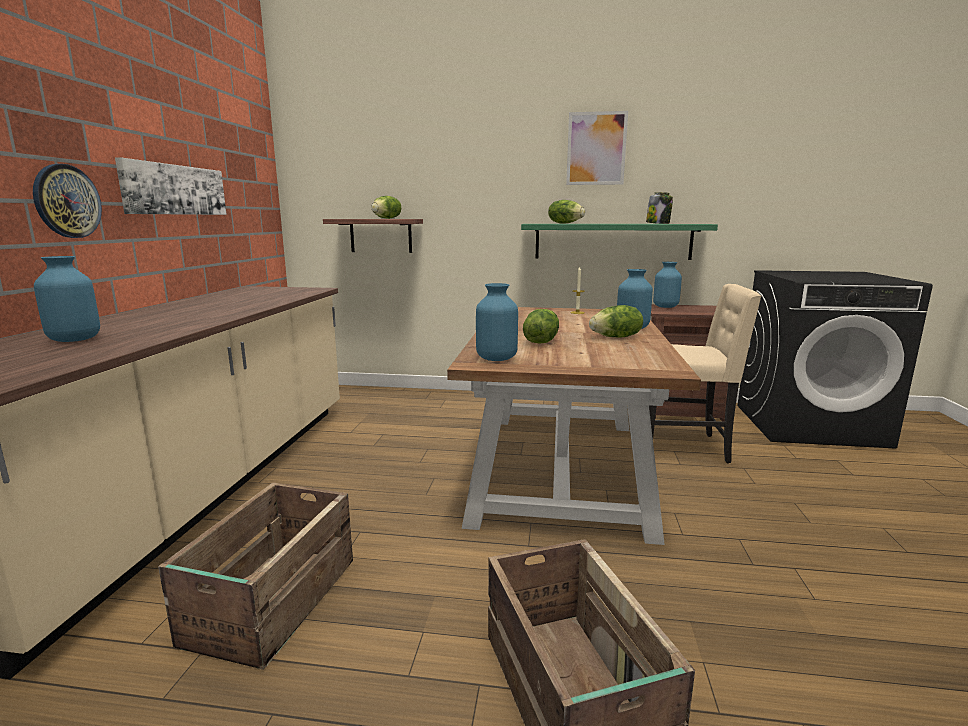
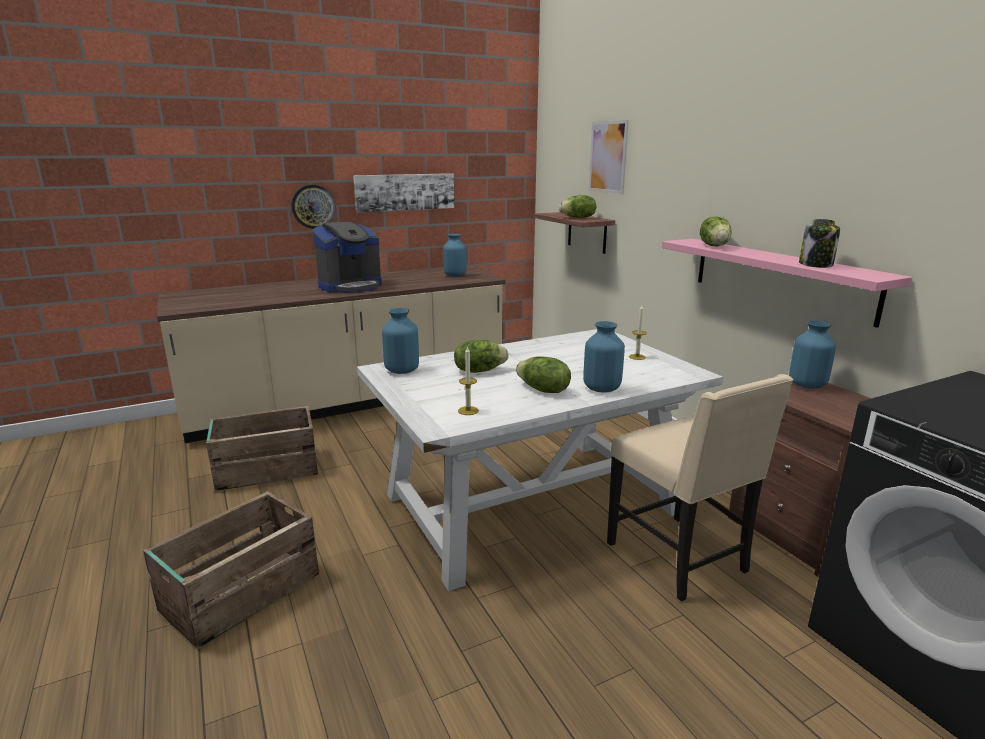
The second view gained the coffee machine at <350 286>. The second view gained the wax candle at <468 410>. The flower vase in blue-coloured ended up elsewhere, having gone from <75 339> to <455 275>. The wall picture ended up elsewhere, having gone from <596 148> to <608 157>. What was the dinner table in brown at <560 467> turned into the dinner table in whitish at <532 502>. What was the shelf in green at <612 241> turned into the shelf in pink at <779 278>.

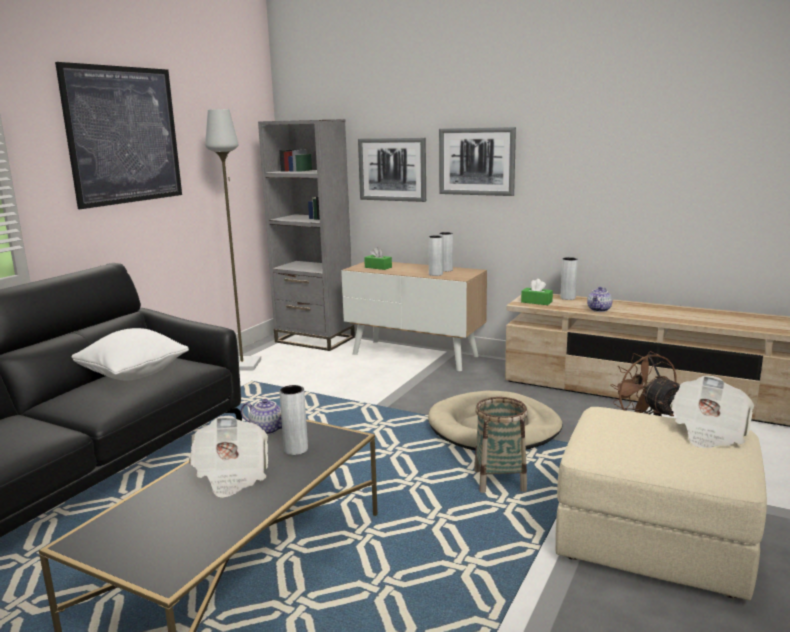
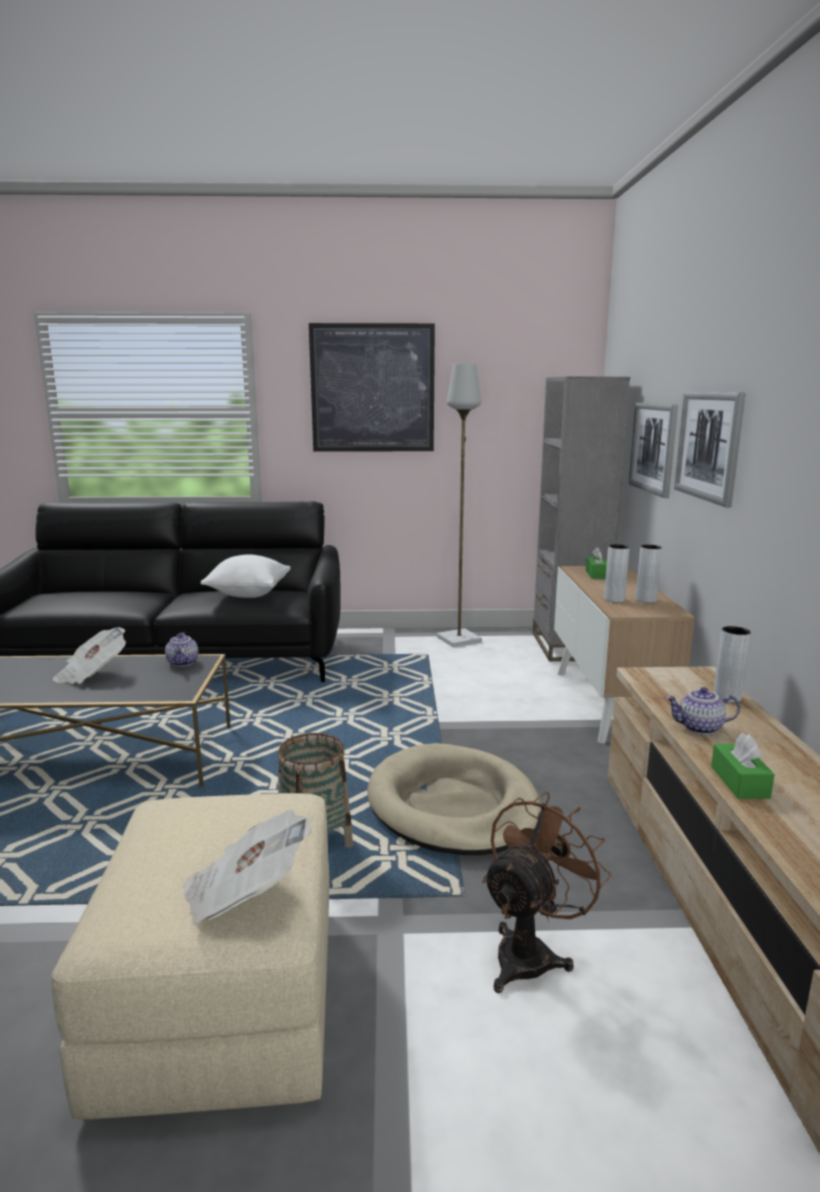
The second view lost the flower vase in gray at <296 449>. The tissue holder in green ended up elsewhere, having gone from <536 302> to <739 782>.

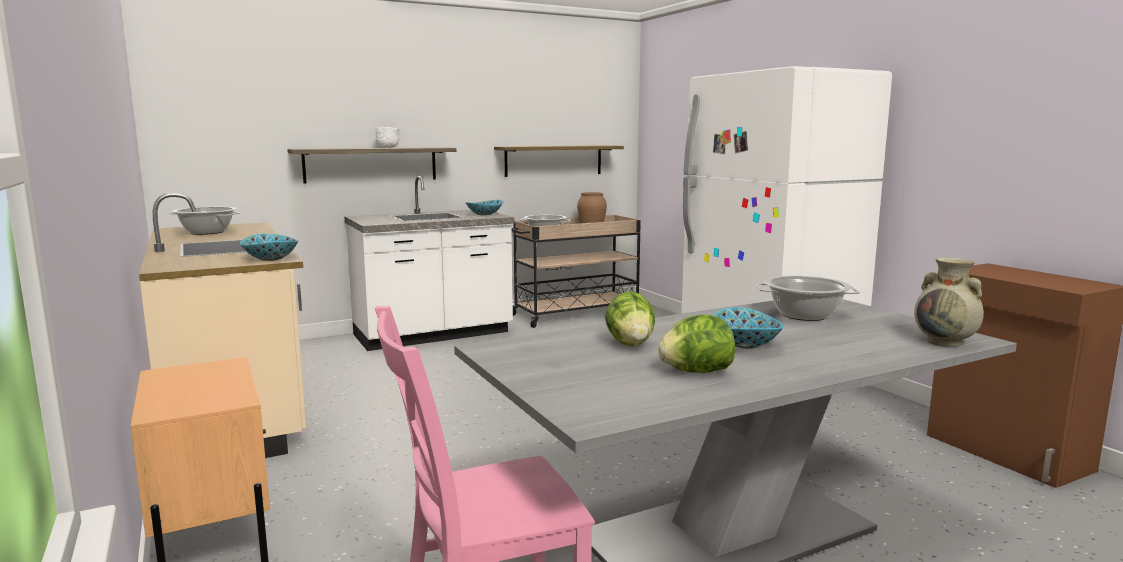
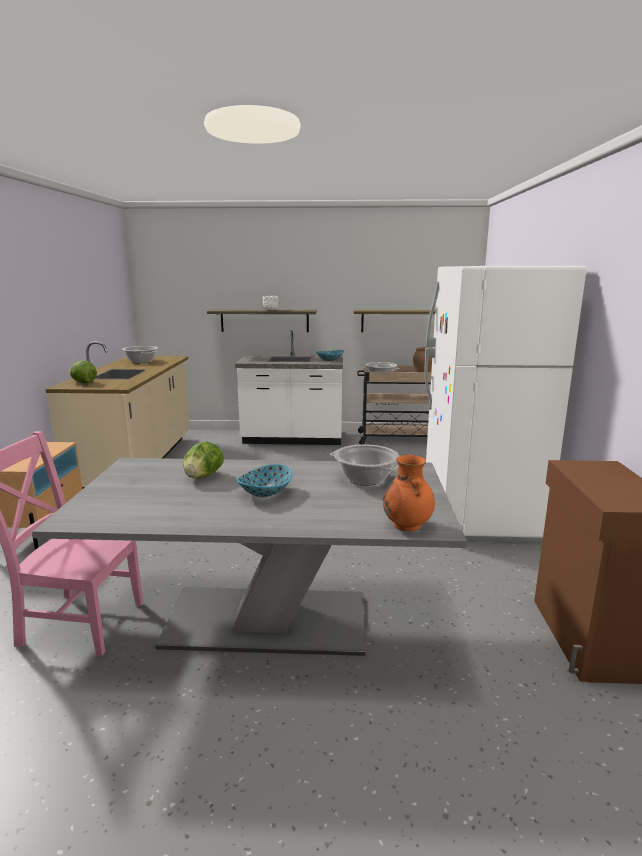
The second view lost the serving bowl at <271 258>. The head of lettuce ended up elsewhere, having gone from <696 372> to <84 383>. What was the flower vase in beige-coloured at <945 342> turned into the flower vase in orangey at <407 525>.

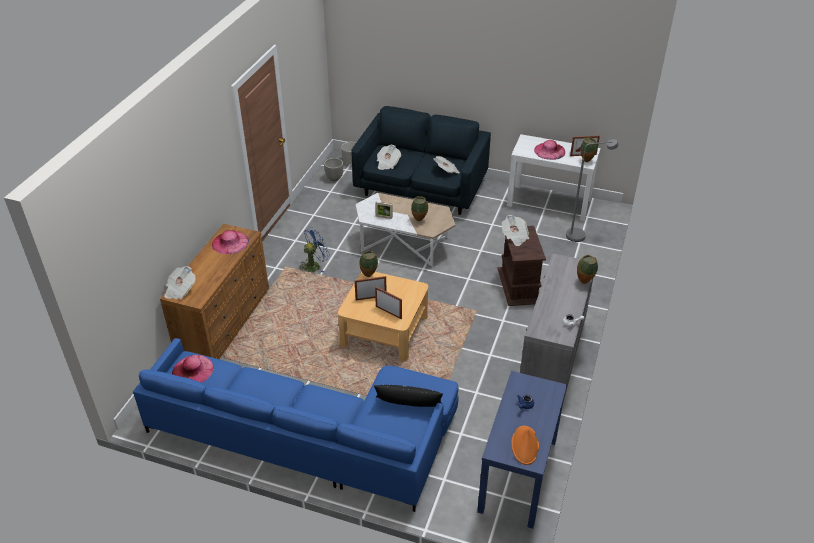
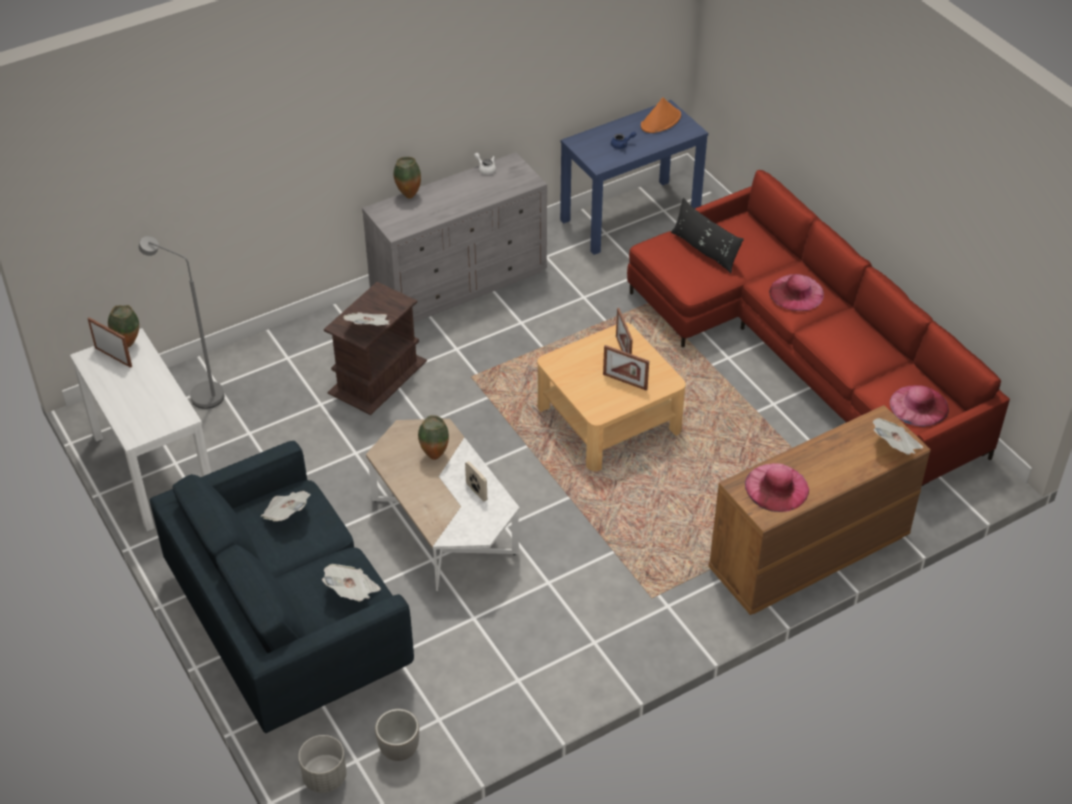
The second view lost the cooling fan in blue-coloured at <314 265>. The second view lost the flower vase at <369 275>. The wearable hat in pink ended up elsewhere, having gone from <549 151> to <796 293>. What was the settee in blue-coloured at <310 437> turned into the settee in red at <803 352>.

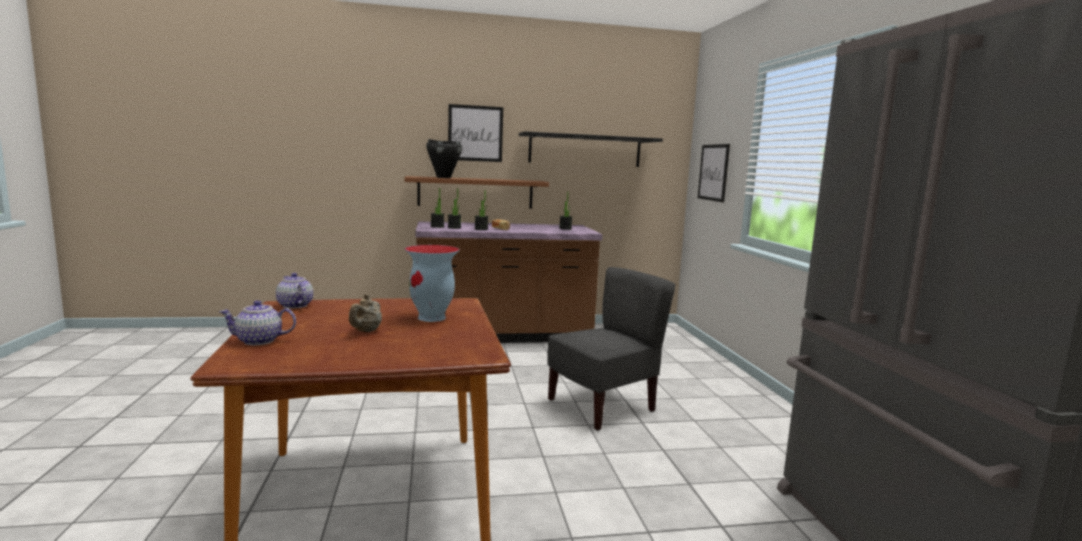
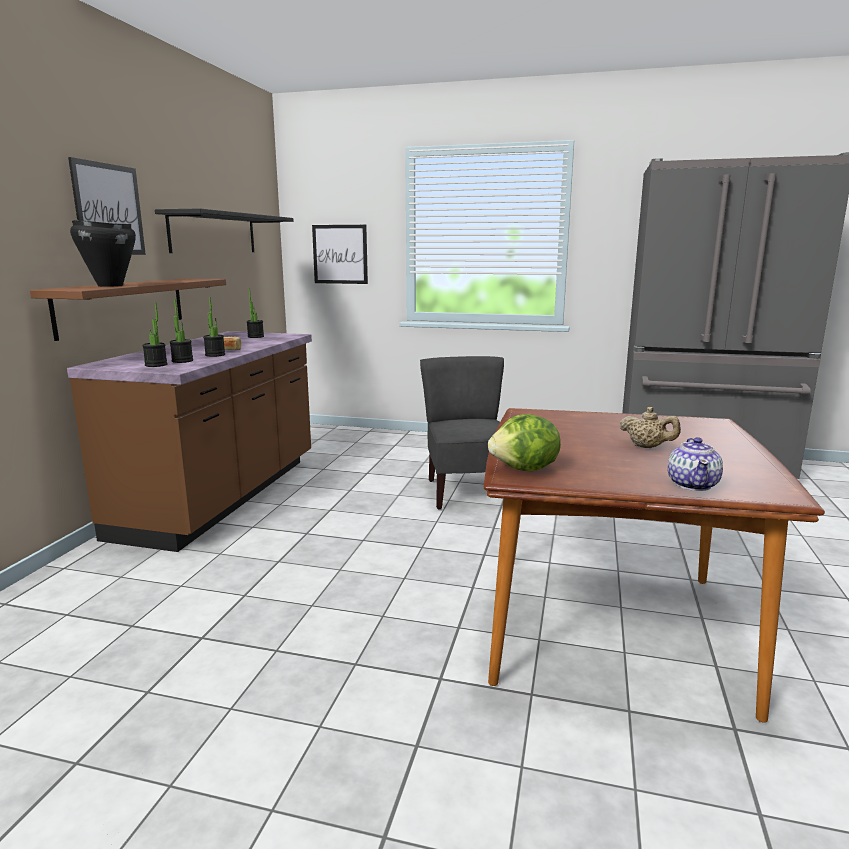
The second view lost the flower vase at <432 318>. Where the tea pot stood at <294 305>, the head of lettuce came to stand at <525 470>.

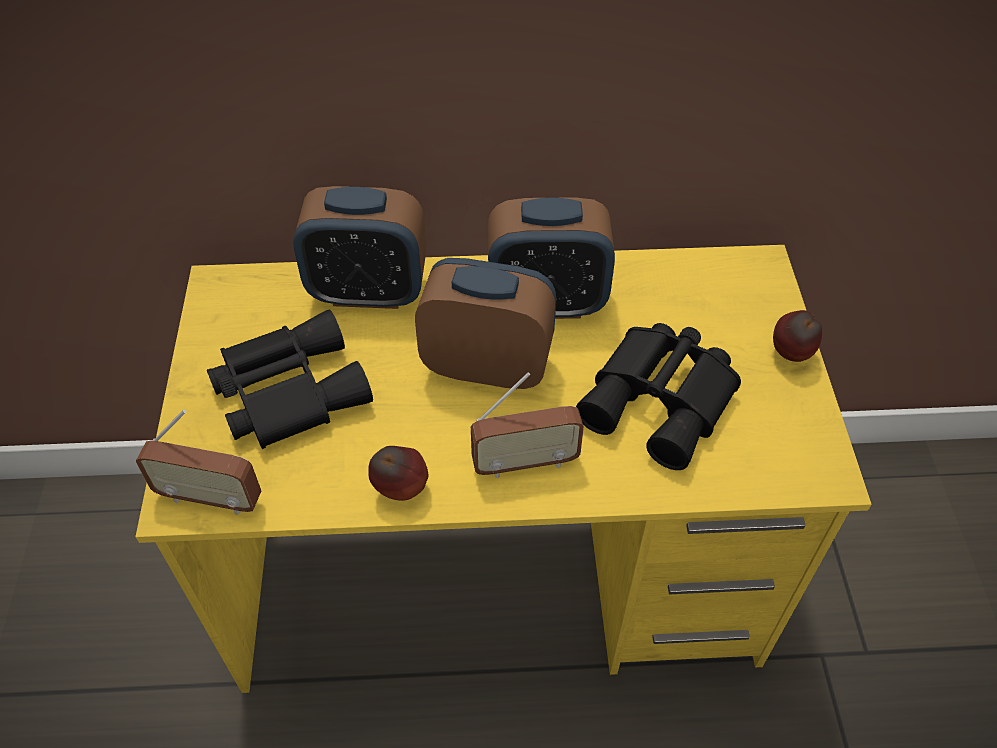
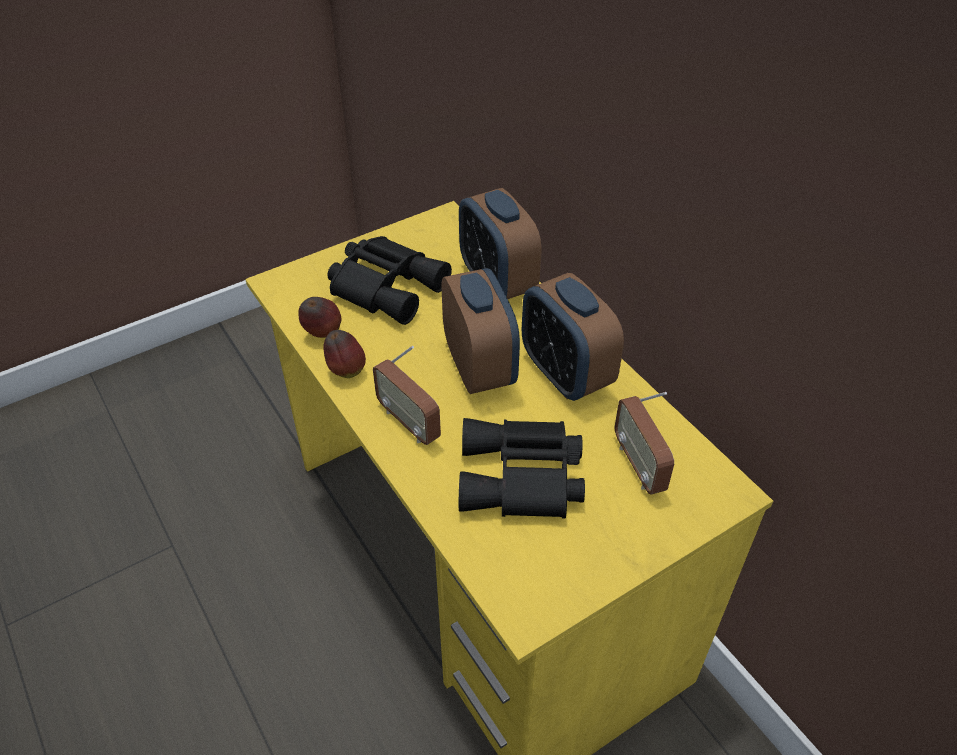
The radio set ended up elsewhere, having gone from <210 498> to <639 465>. The apple fruit ended up elsewhere, having gone from <790 355> to <323 334>.

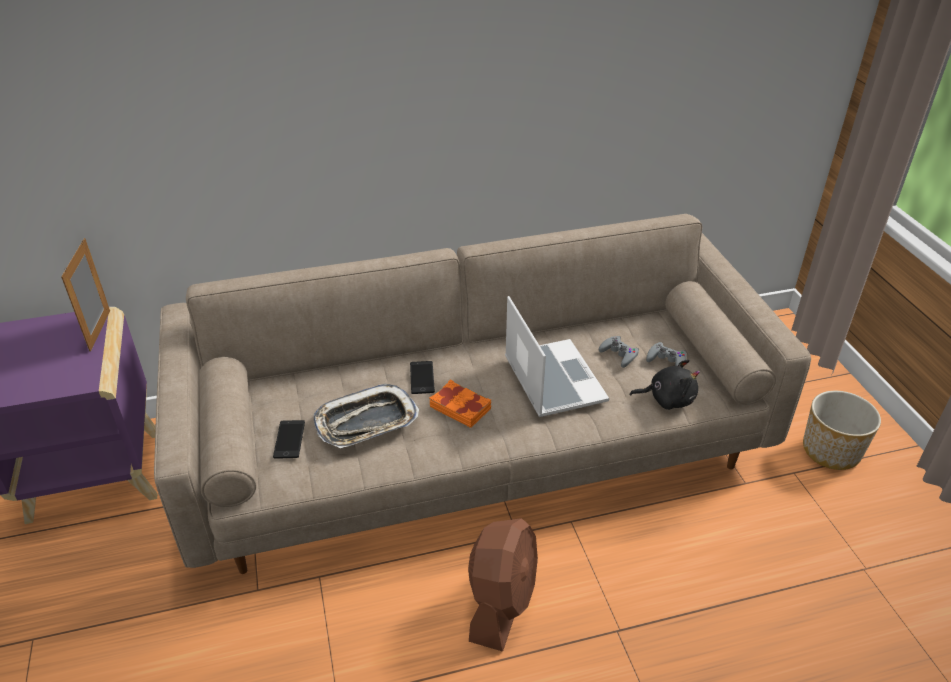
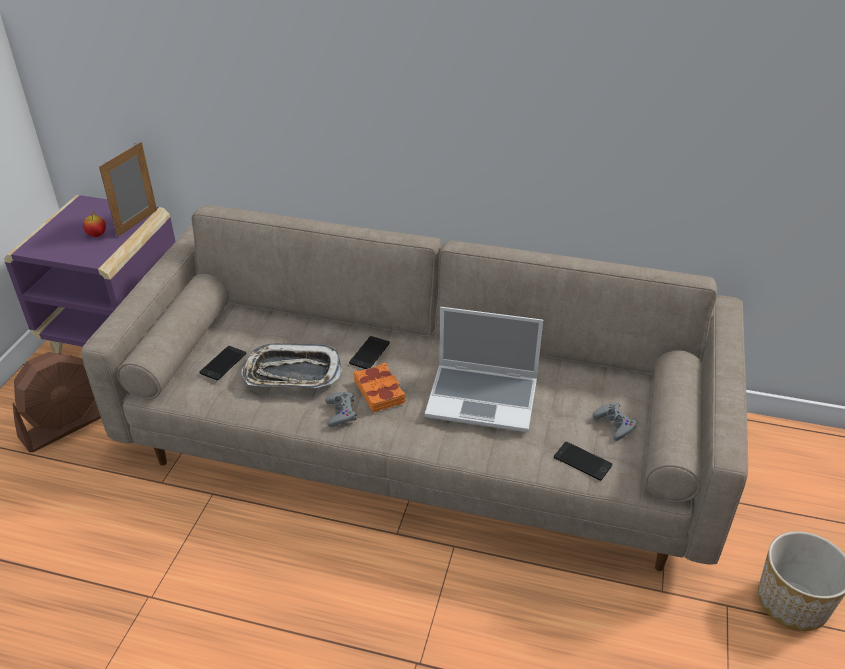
The second view gained the apple fruit at <97 235>. The cooling fan in brown ended up elsewhere, having gone from <501 602> to <67 424>. The joypad in gray ended up elsewhere, having gone from <619 354> to <341 412>. Where the plush toy in black-coloured stood at <667 399>, the phone came to stand at <582 461>. The notebook computer at <552 379> ended up facing another way, 90 degrees clockwise from before.

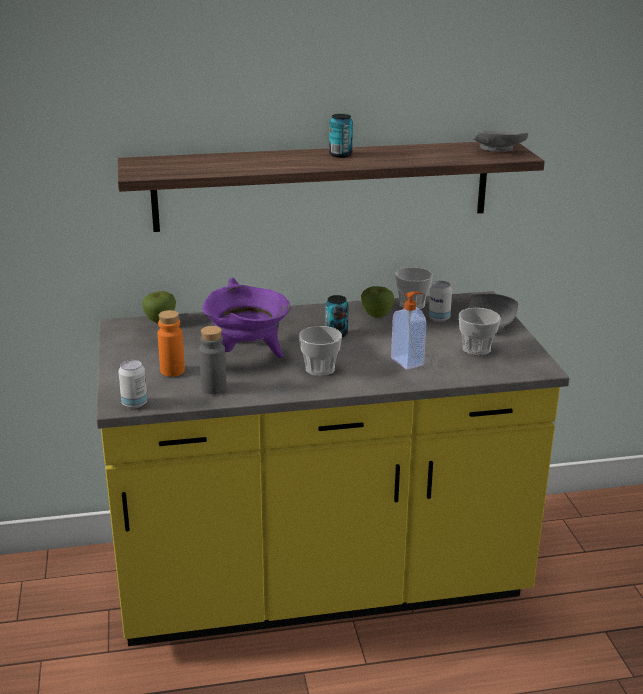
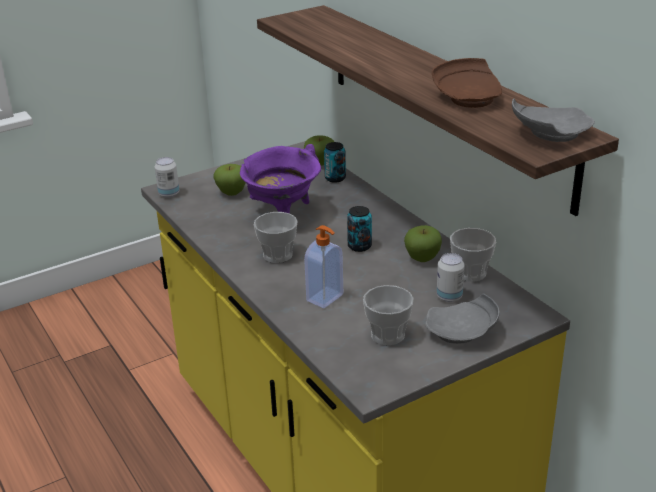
The second view lost the drink bottle in gray at <214 388>. The second view gained the flat dish in brown at <469 97>. The can ended up elsewhere, having gone from <340 155> to <335 178>. Where the drink bottle in orangey stood at <172 371>, the apple fruit came to stand at <232 192>.

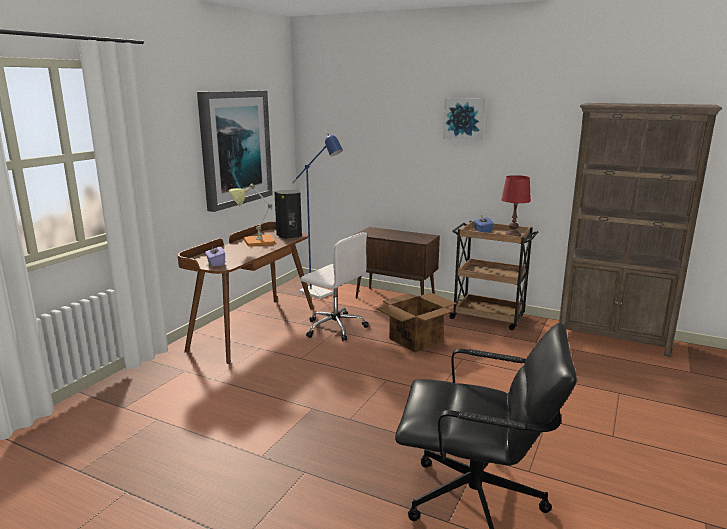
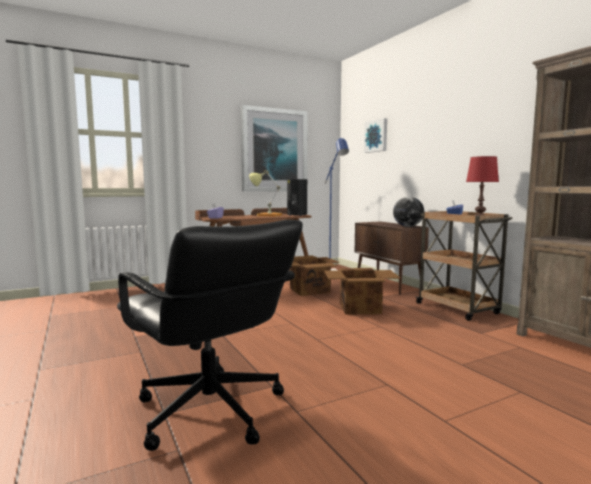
The second view gained the world globe at <408 226>. The wall picture ended up elsewhere, having gone from <464 118> to <376 136>. Where the office chair in whitish stood at <334 327>, the packing box came to stand at <309 290>.

